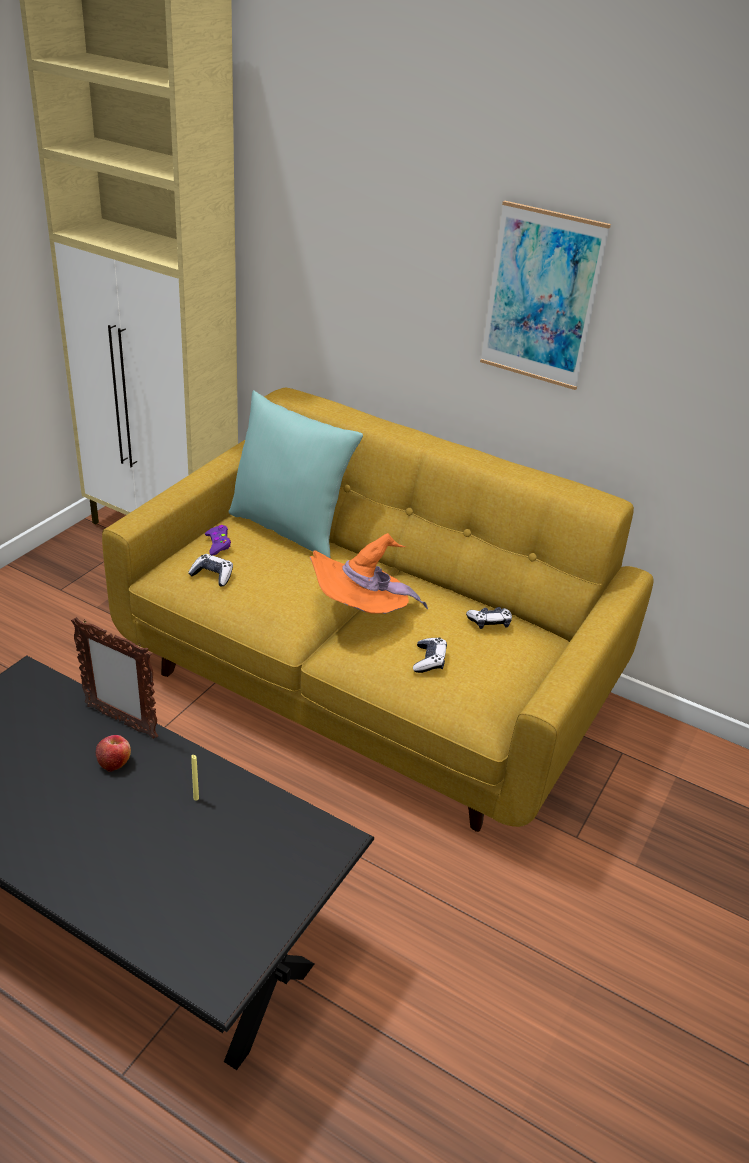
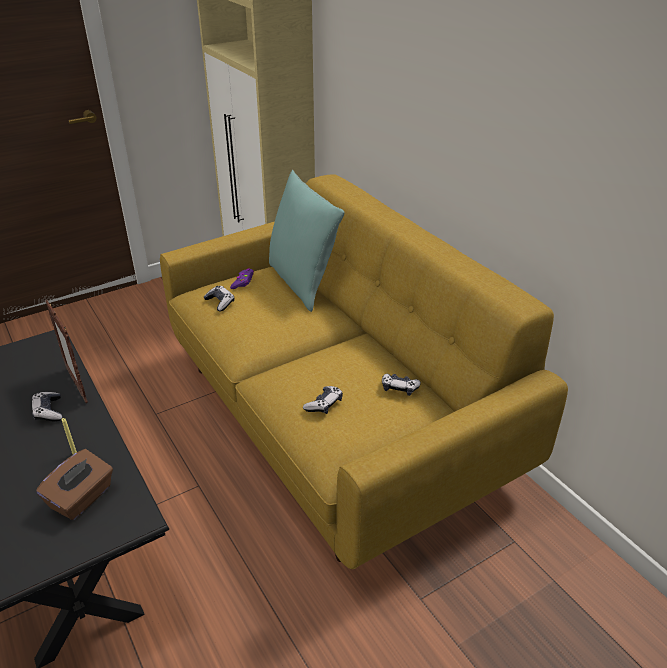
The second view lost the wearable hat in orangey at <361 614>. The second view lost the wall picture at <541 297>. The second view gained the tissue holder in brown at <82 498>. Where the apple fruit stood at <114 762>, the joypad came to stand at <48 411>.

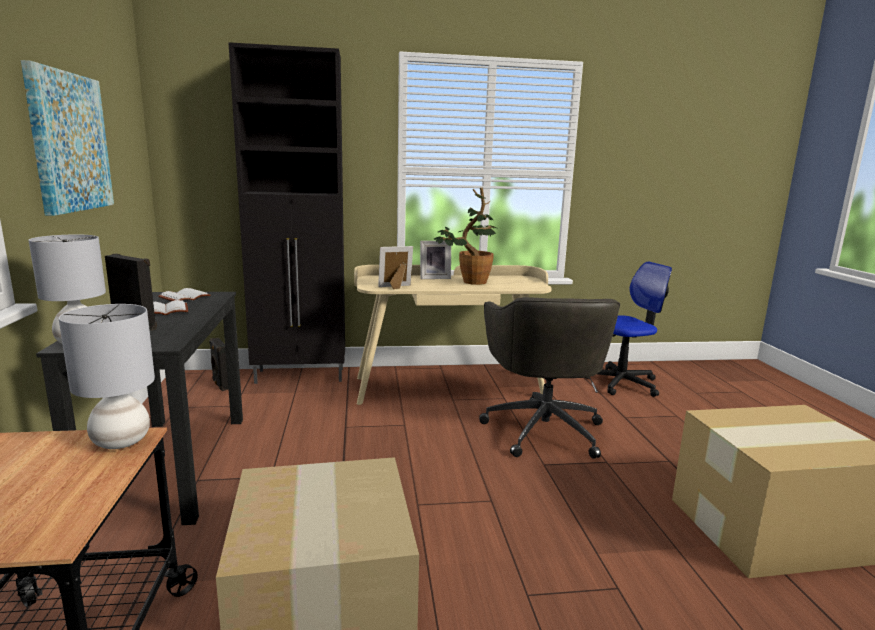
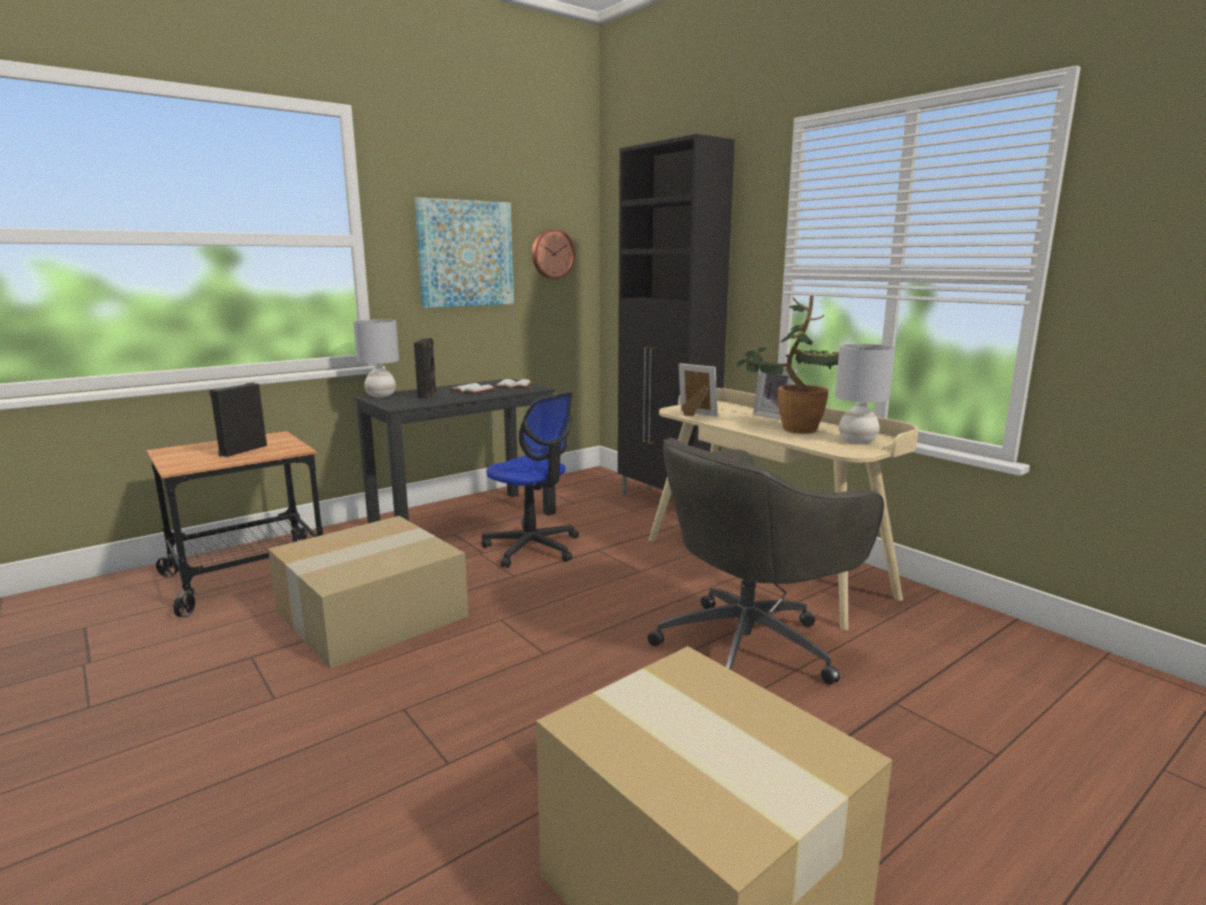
The second view gained the wall clock at <552 254>. The lamp for a table in gray ended up elsewhere, having gone from <121 442> to <857 441>. The loudspeaker in black-coloured ended up elsewhere, having gone from <220 385> to <242 450>. The office chair ended up elsewhere, having gone from <622 383> to <532 548>.

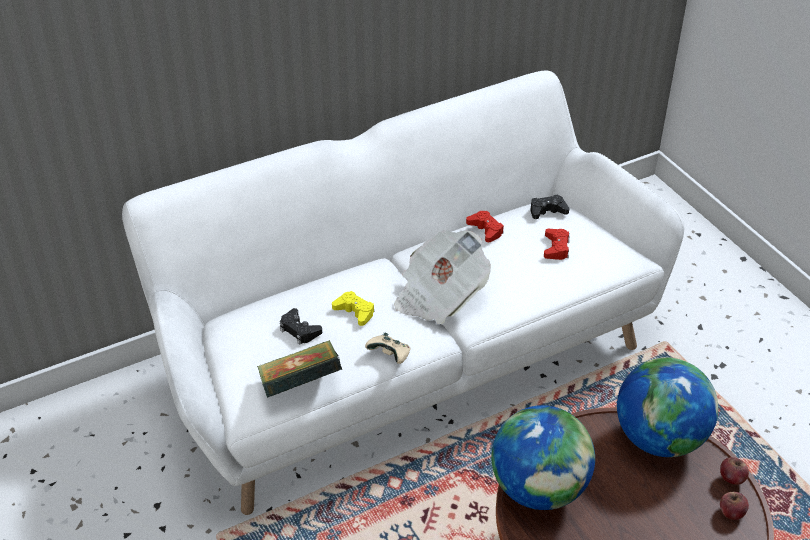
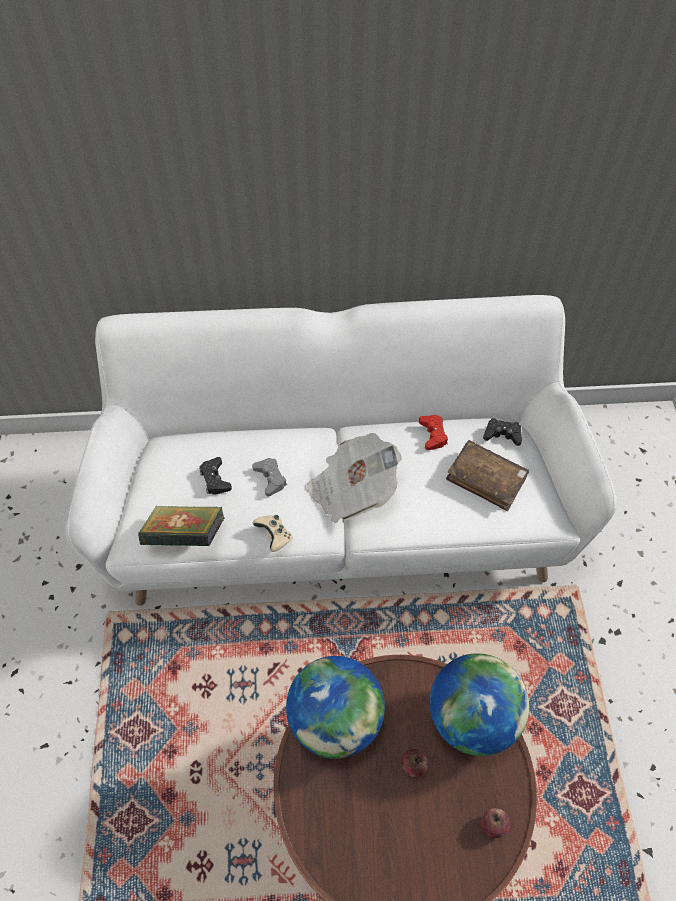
The apple fruit ended up elsewhere, having gone from <732 478> to <413 766>. Where the joypad in red stood at <556 248>, the bound book in brown came to stand at <486 479>. What was the joypad in yellowish at <355 312> turned into the joypad in gray at <270 478>.

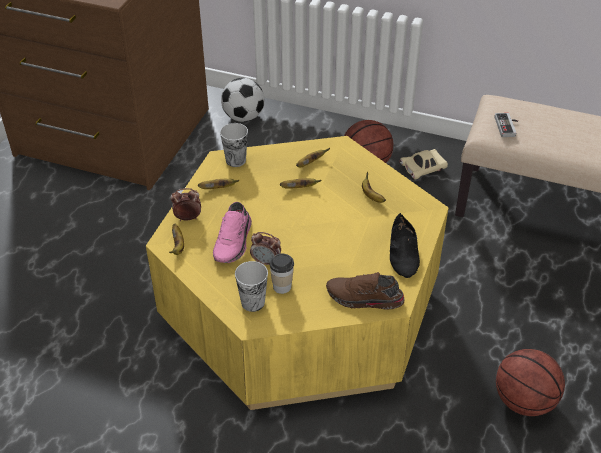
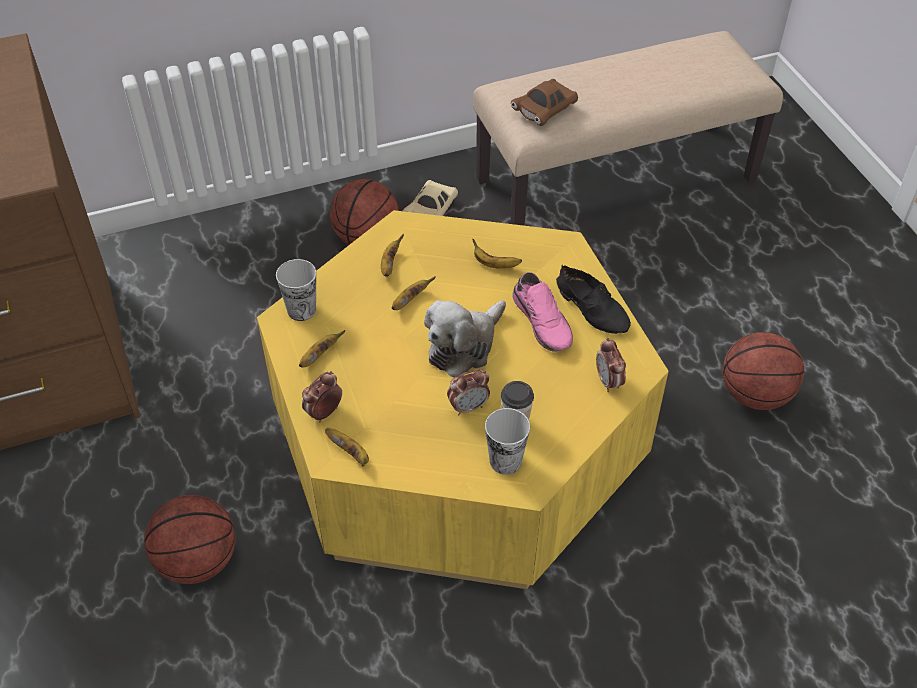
The second view lost the football ball at <243 117>. The second view gained the basketball ball at <197 561>. The second view gained the plush toy at <464 346>. The shoe in pink ended up elsewhere, having gone from <234 242> to <543 322>. Where the shoe in brown stood at <364 299>, the bedside clock came to stand at <608 382>. Where the joypad stood at <508 126>, the miniature car in brown came to stand at <544 111>.

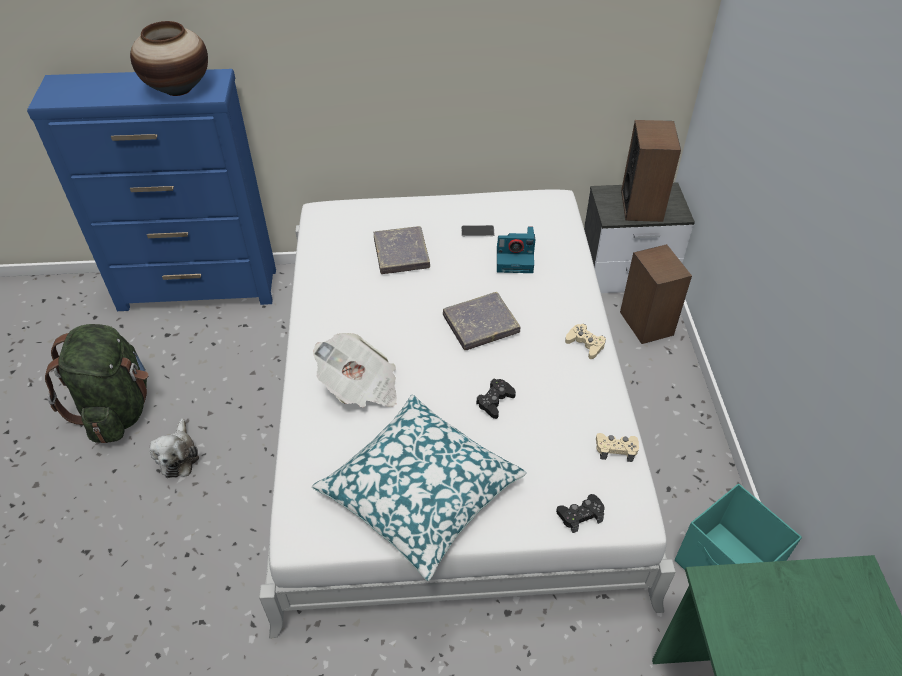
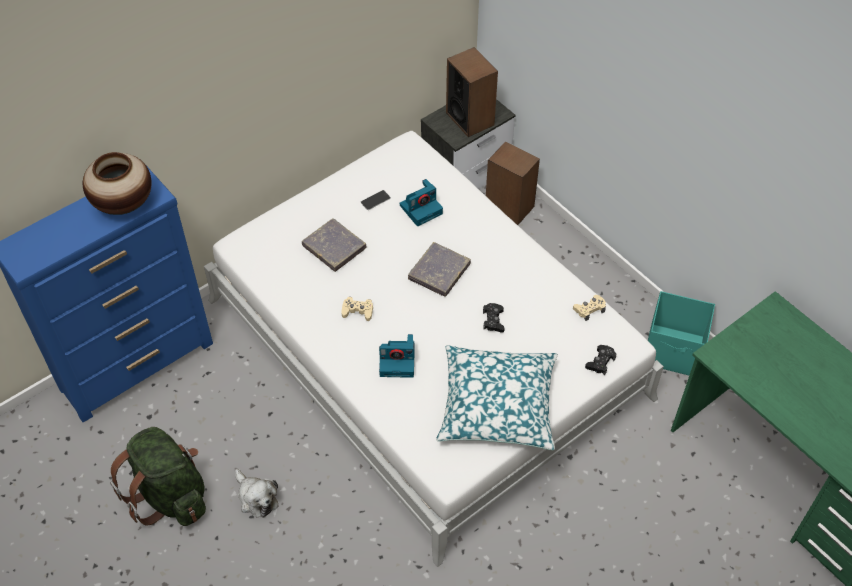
The joypad in beige-coloured ended up elsewhere, having gone from <585 344> to <357 311>. Where the printed paper stood at <360 386>, the still camera came to stand at <398 361>.

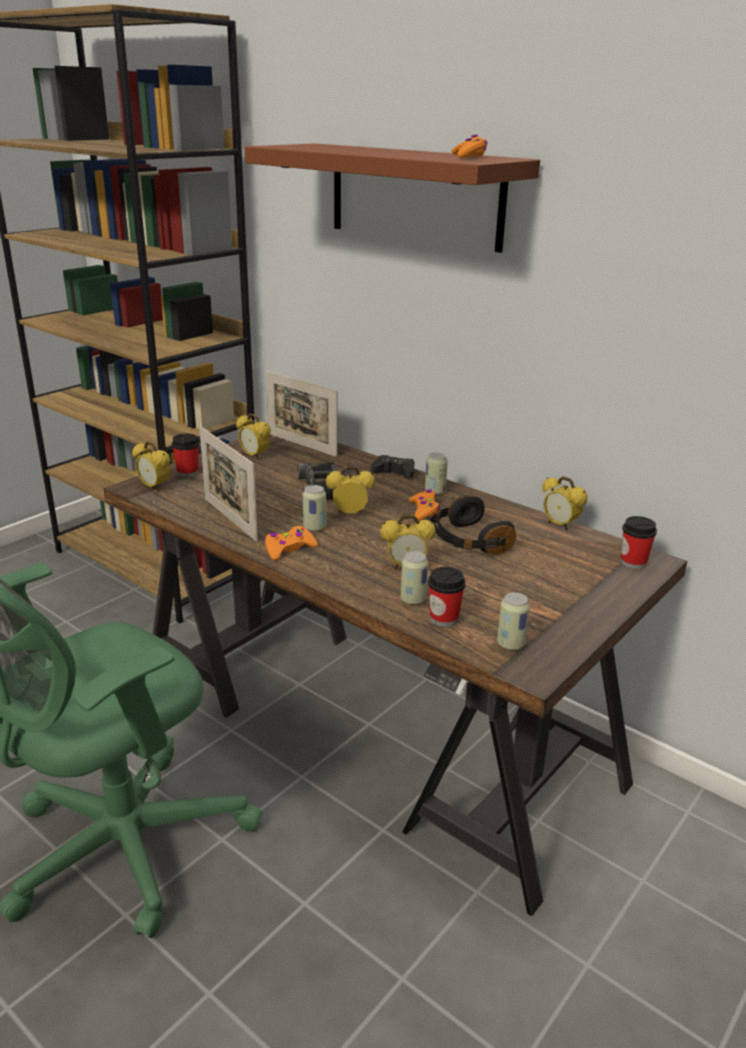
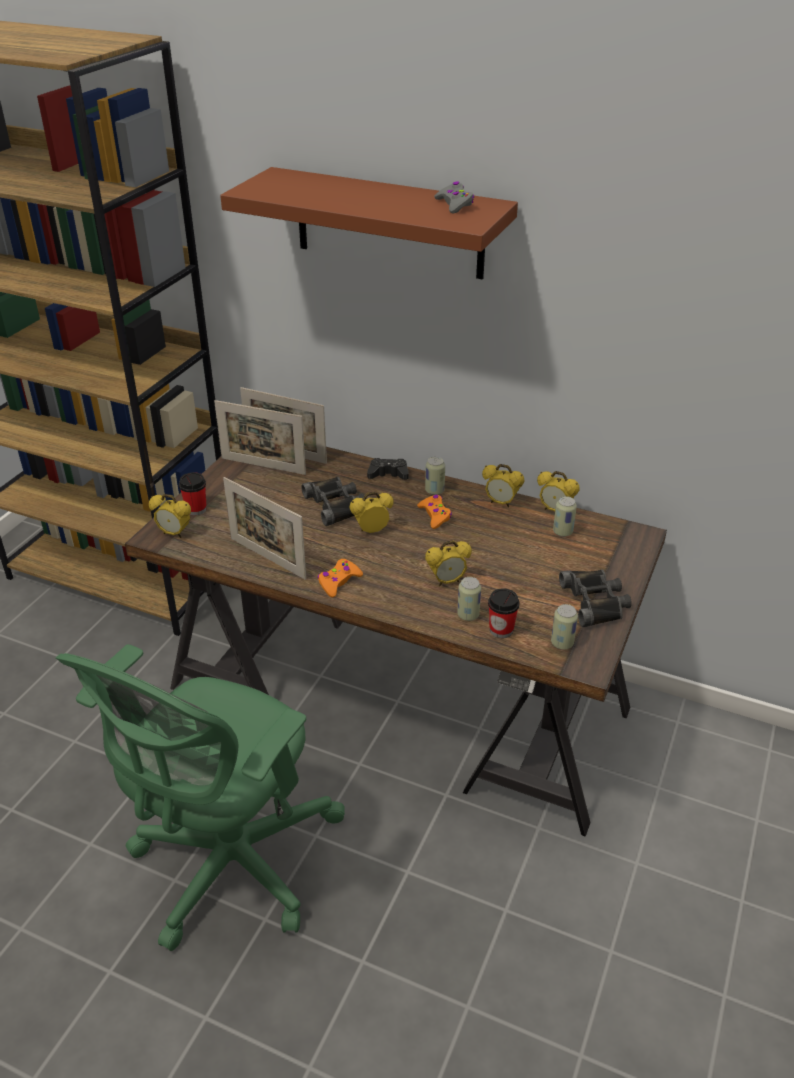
The second view lost the headset in black-coloured at <467 541>. The second view lost the small cup at <633 563>. The second view gained the standing frame at <263 466>. The second view gained the field glasses in black-coloured at <595 602>. The bedside clock ended up elsewhere, having gone from <254 456> to <501 503>. The can ended up elsewhere, having gone from <314 527> to <562 532>. What was the joypad in orangey at <469 156> turned into the joypad in gray at <454 205>.

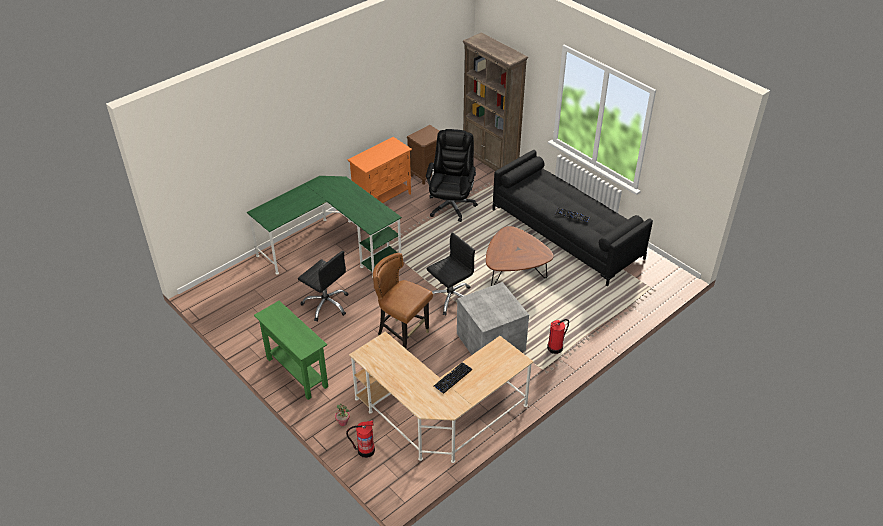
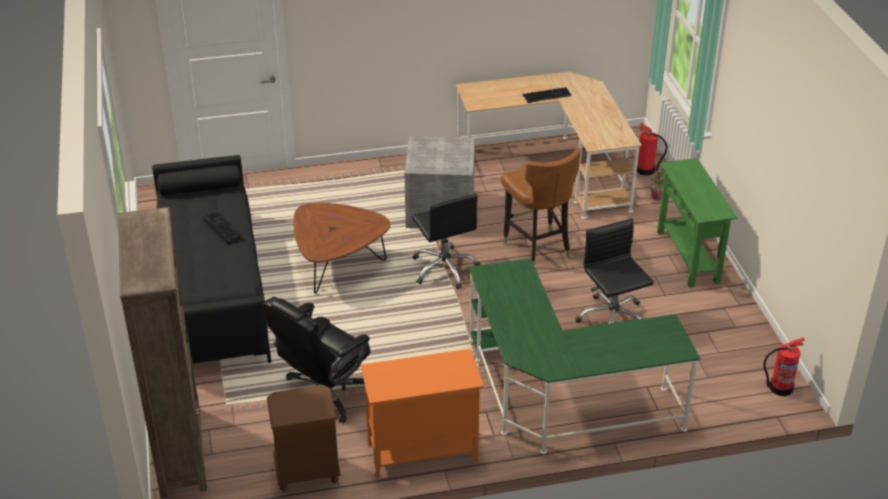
The extinguisher ended up elsewhere, having gone from <555 348> to <780 387>. The office chair in black-coloured at <450 298> ended up facing another way, 105 degrees counterclockwise from before.

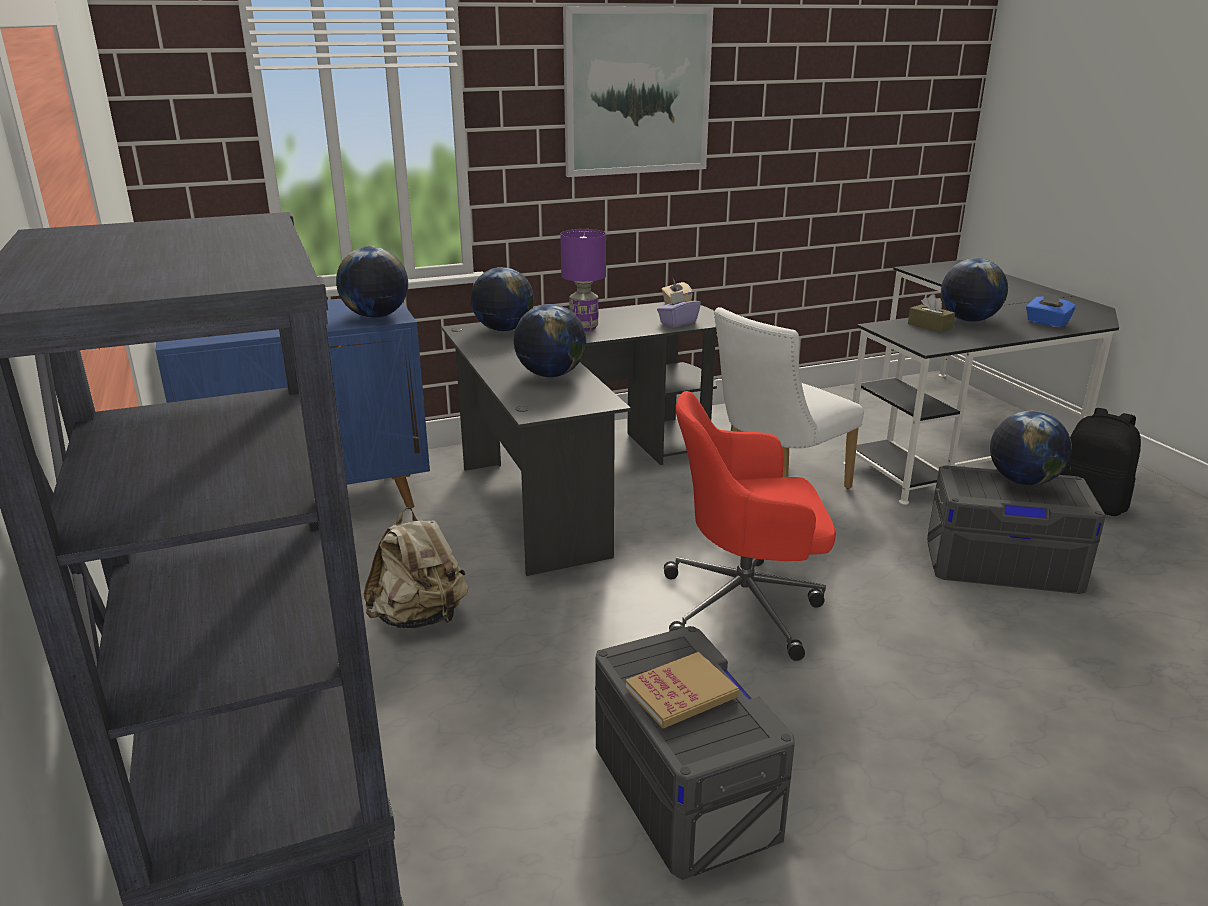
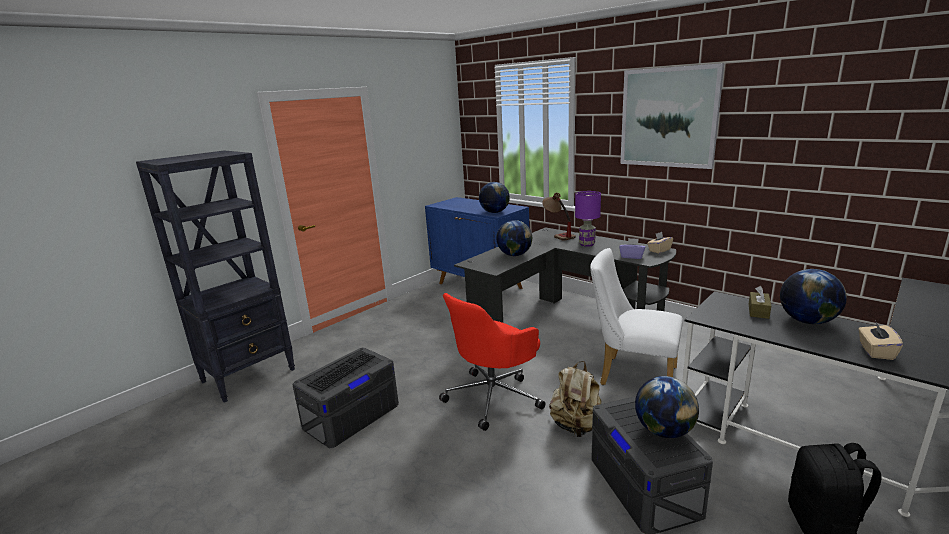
The backpack in beige-coloured ended up elsewhere, having gone from <420 618> to <576 426>. Where the world globe stood at <503 329>, the lamp for a table came to stand at <558 235>. Where the bound book stood at <681 693>, the computer keyboard came to stand at <342 369>. What was the tissue holder in blue-coloured at <1047 323> turned into the tissue holder in beige-coloured at <875 351>. The office chair in red at <745 606> ended up facing another way, 105 degrees counterclockwise from before.

